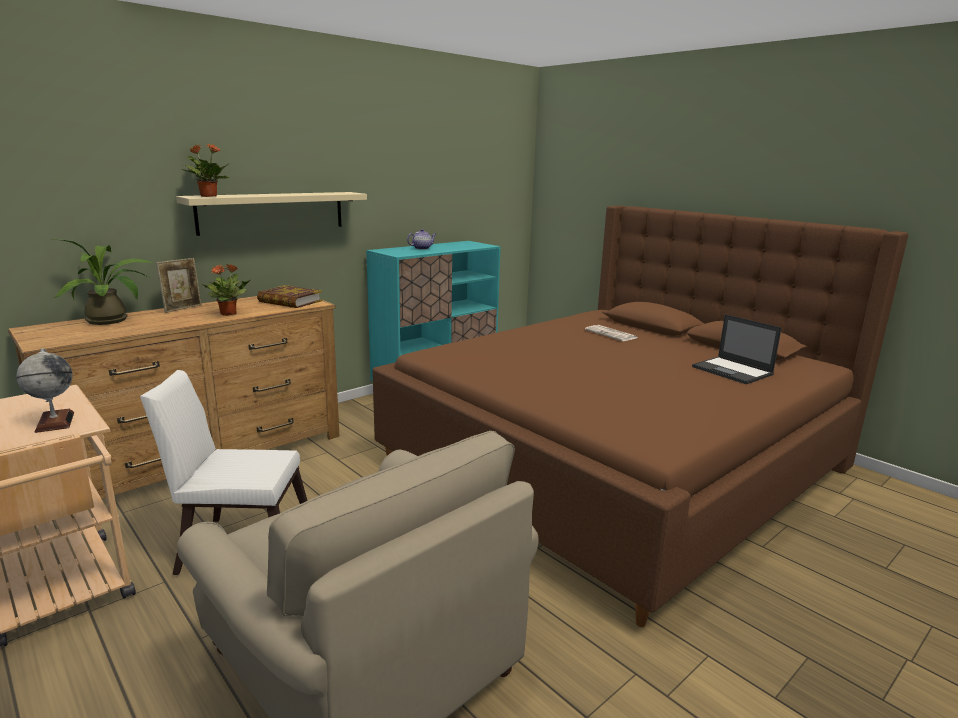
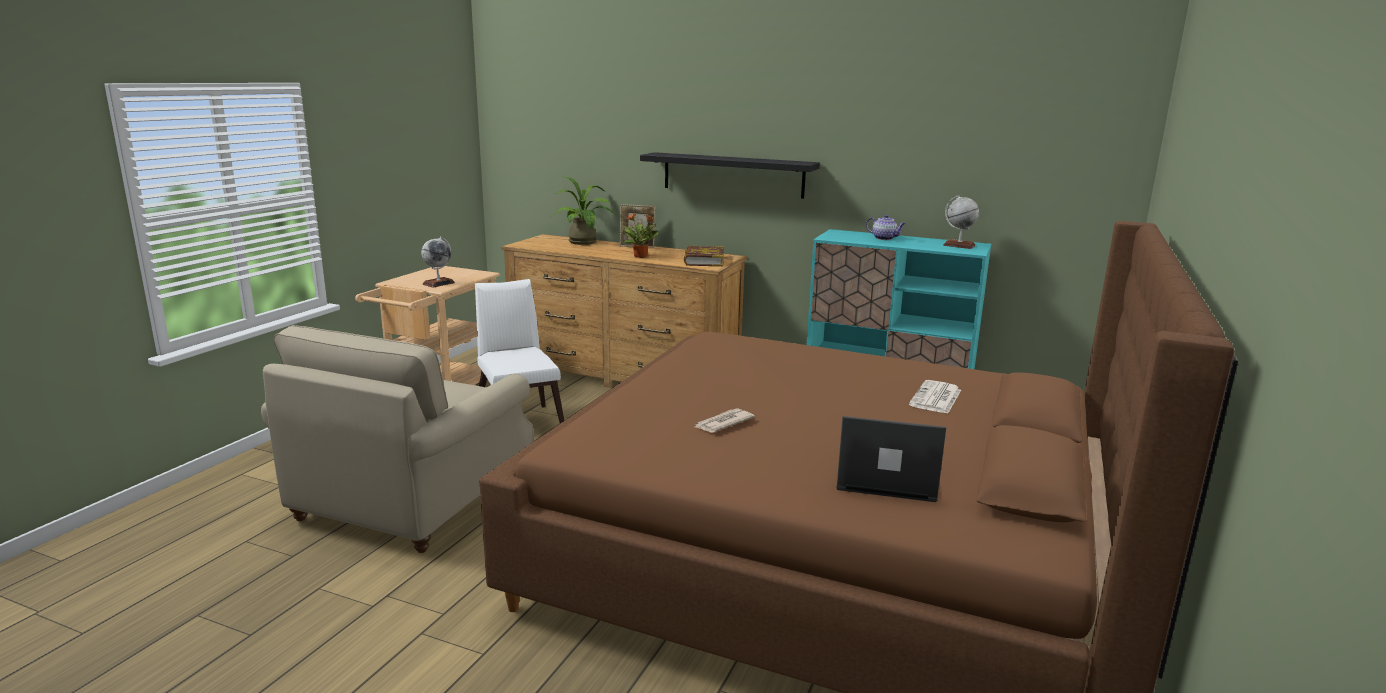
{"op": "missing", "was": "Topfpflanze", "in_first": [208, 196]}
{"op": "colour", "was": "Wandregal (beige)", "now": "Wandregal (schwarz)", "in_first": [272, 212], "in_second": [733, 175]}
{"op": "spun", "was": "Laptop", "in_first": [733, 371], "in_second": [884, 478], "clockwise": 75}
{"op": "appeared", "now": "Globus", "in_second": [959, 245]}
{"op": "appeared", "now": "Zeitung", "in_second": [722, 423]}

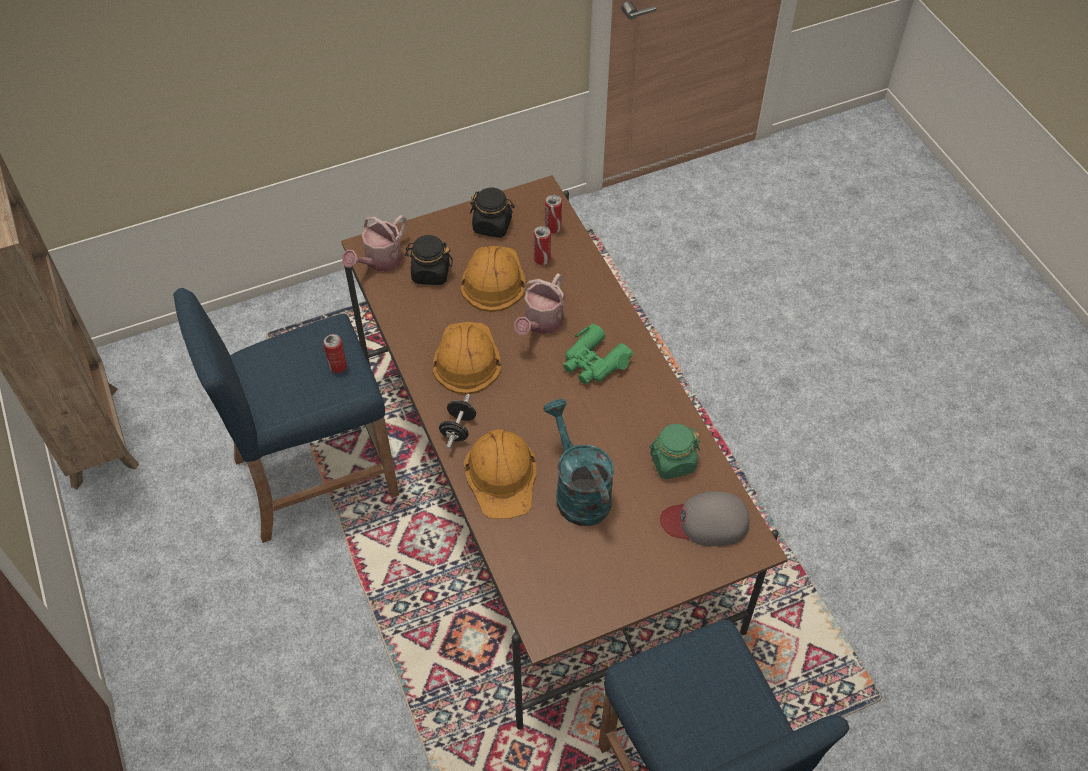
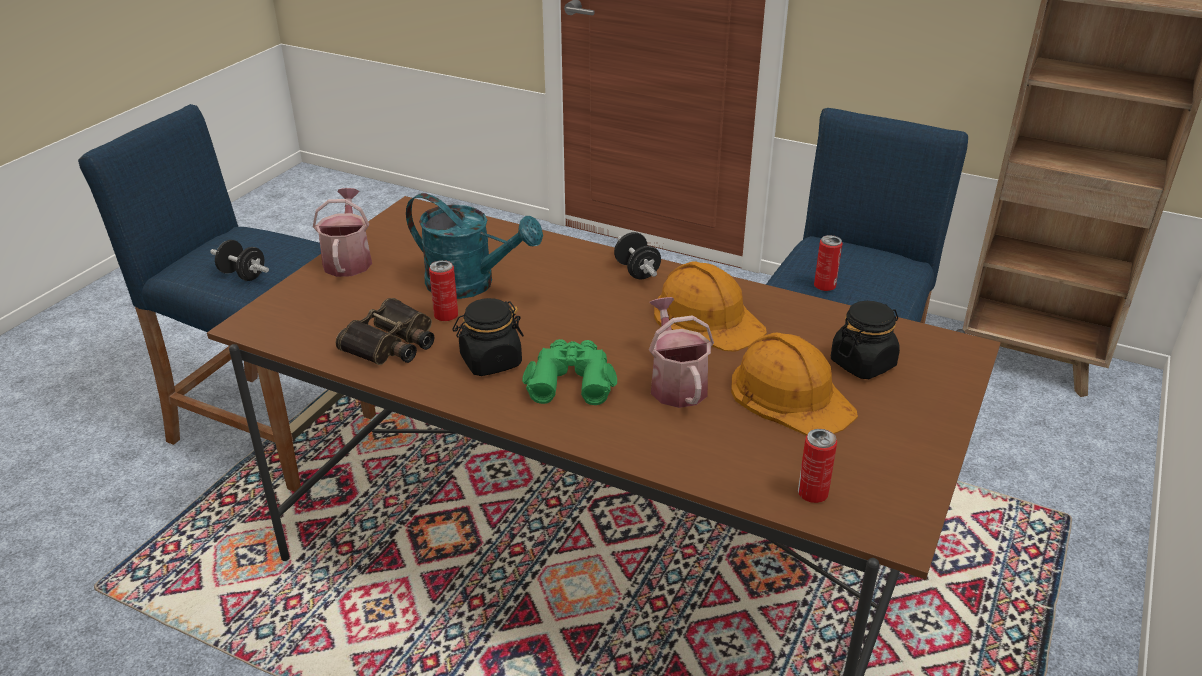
{"op": "relocated", "was": "Vorratsglas (schwarz)", "in_first": [492, 225], "in_second": [490, 361]}
{"op": "relocated", "was": "Gießkanne", "in_first": [380, 261], "in_second": [348, 260]}
{"op": "relocated", "was": "Dose", "in_first": [542, 259], "in_second": [446, 316]}
{"op": "exchanged", "was": "Vorratsglas (grün)", "now": "Fernglas", "in_first": [672, 462], "in_second": [392, 343]}
{"op": "missing", "was": "Schutzhelm (orange)", "in_first": [502, 475]}
{"op": "missing", "was": "Kappe (grau)", "in_first": [706, 522]}
{"op": "appeared", "now": "Hantel (schwarz)", "in_second": [243, 275]}

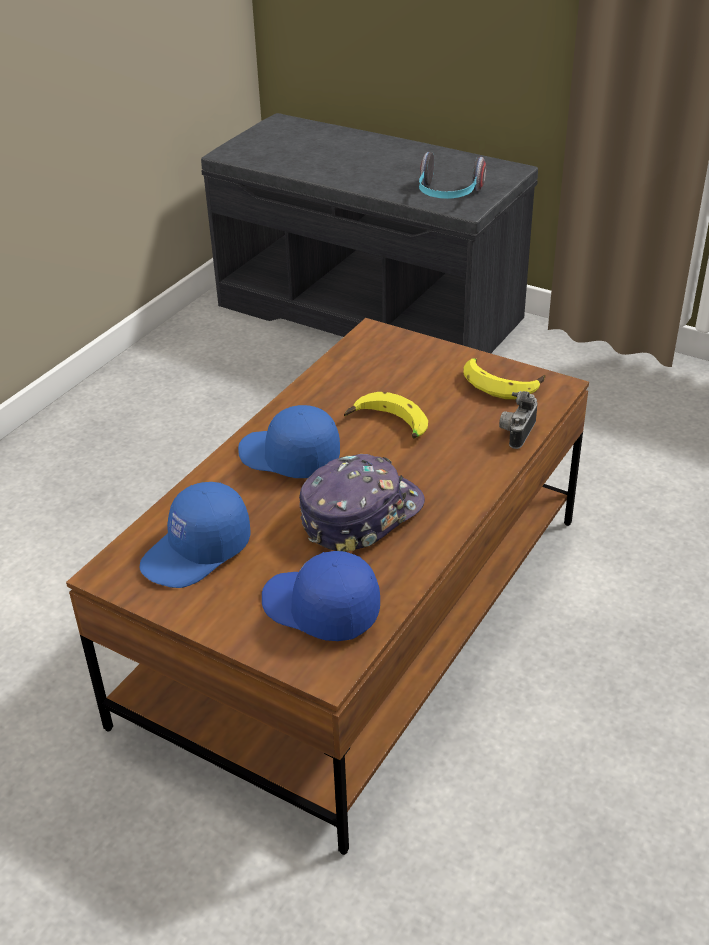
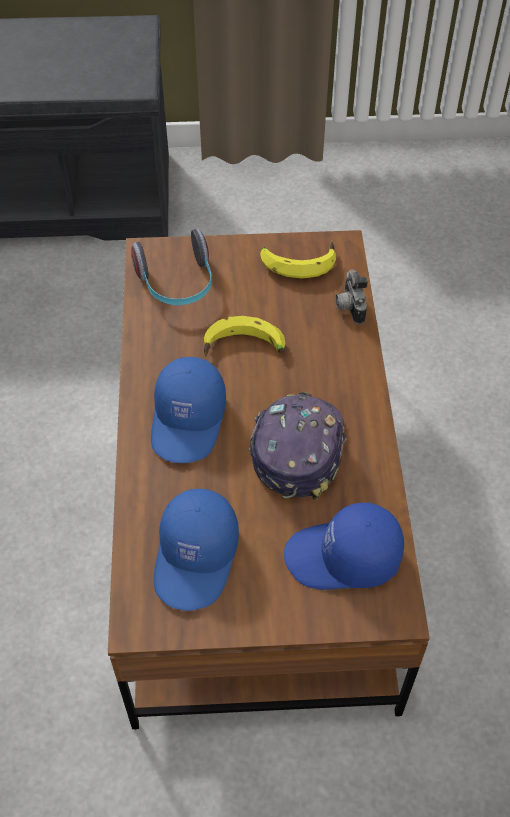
{"op": "relocated", "was": "Kopfhörer", "in_first": [448, 195], "in_second": [177, 284]}
{"op": "spun", "was": "Kappe (blau)", "in_first": [288, 458], "in_second": [189, 421], "clockwise": -75}

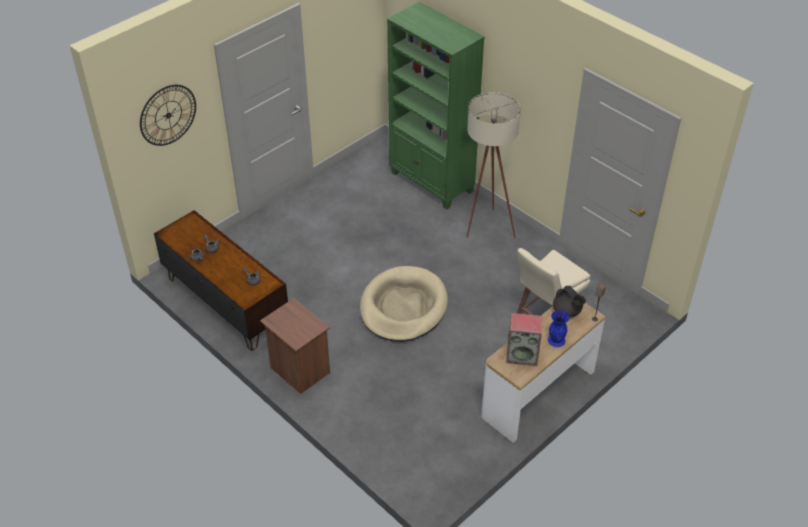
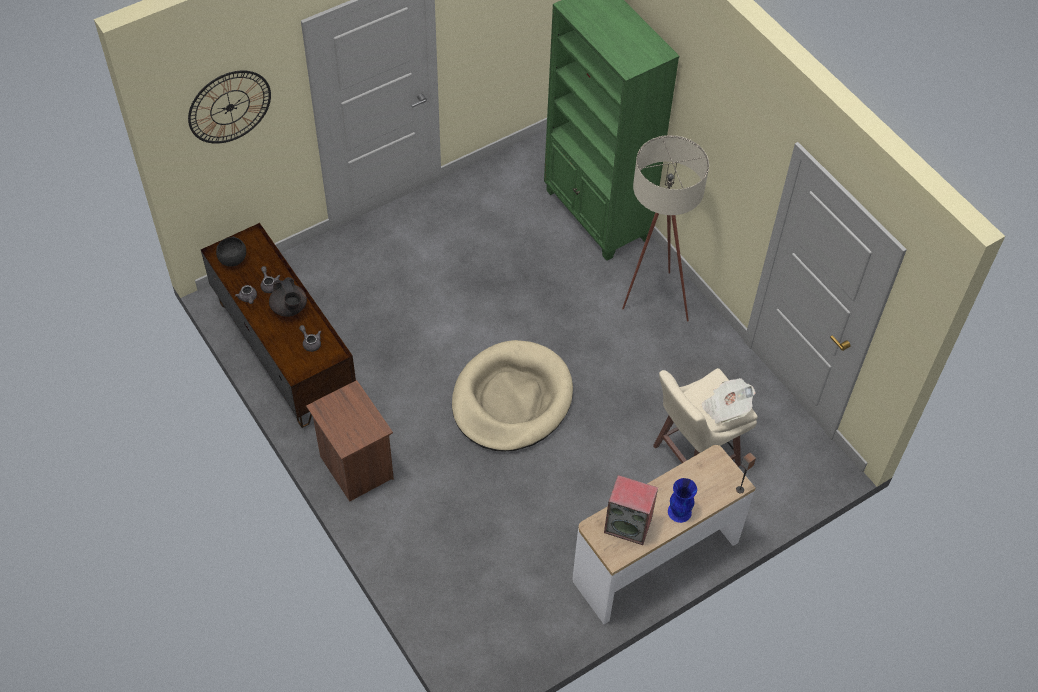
{"op": "relocated", "was": "Teekanne (schwarz)", "in_first": [567, 311], "in_second": [289, 308]}
{"op": "appeared", "now": "Schüssel (schwarz)", "in_second": [233, 260]}
{"op": "appeared", "now": "Zeitung", "in_second": [726, 408]}

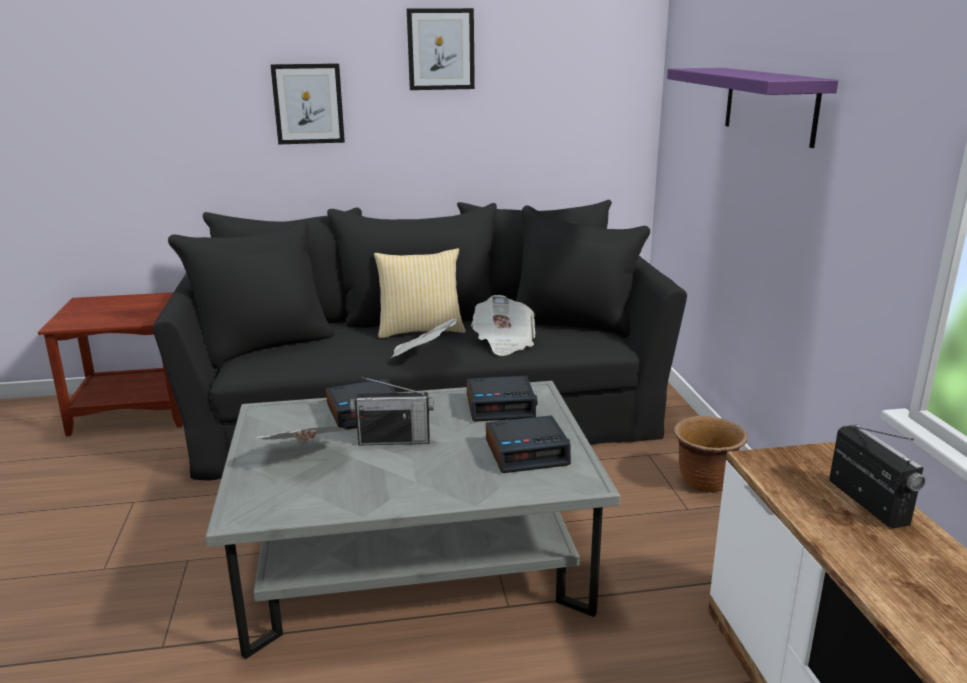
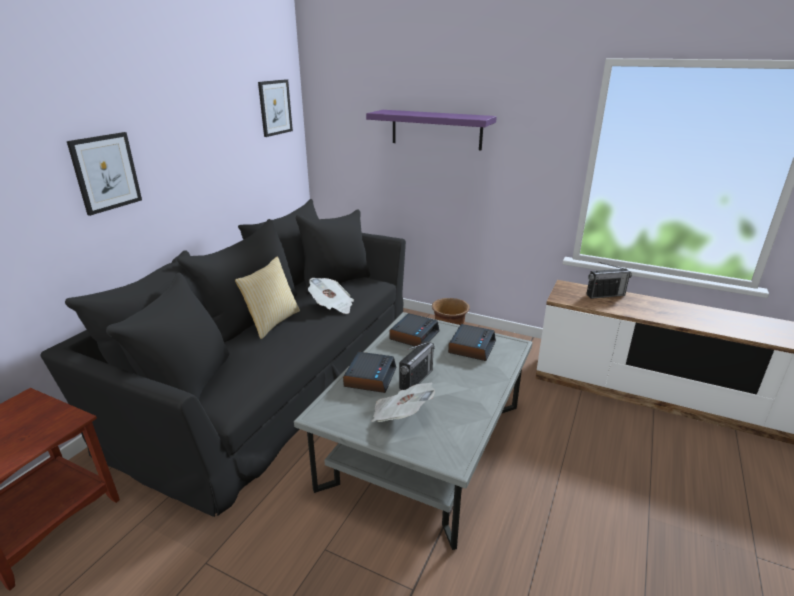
{"op": "relocated", "was": "Bild", "in_first": [441, 49], "in_second": [275, 107]}
{"op": "missing", "was": "Zeitung", "in_first": [422, 355]}
{"op": "spun", "was": "Radio", "in_first": [867, 502], "in_second": [605, 295], "clockwise": 150}

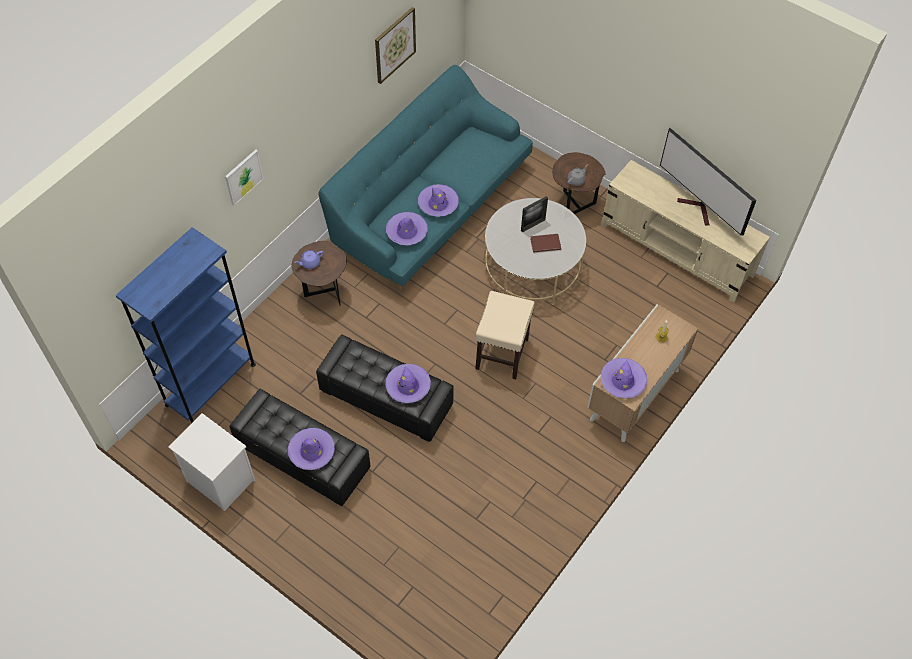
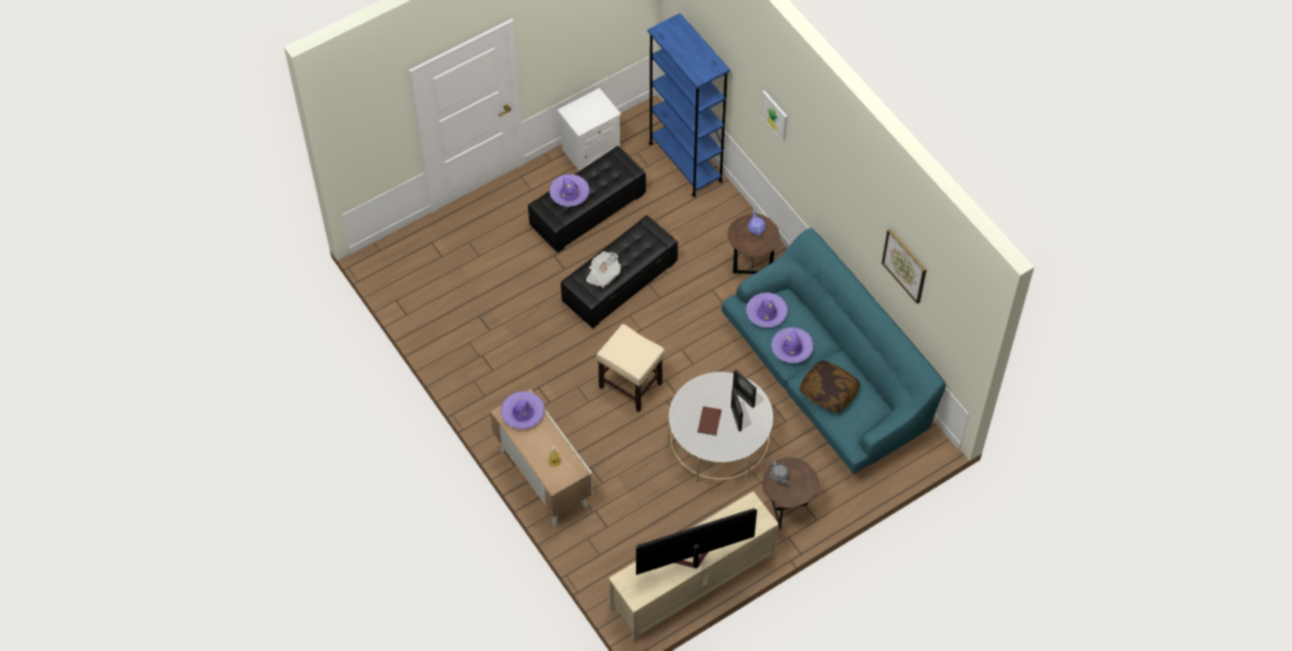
{"op": "exchanged", "was": "Hut (lila)", "now": "Zeitung", "in_first": [408, 386], "in_second": [603, 275]}
{"op": "appeared", "now": "Kissen", "in_second": [829, 391]}
{"op": "appeared", "now": "Bilderrahmen", "in_second": [743, 398]}

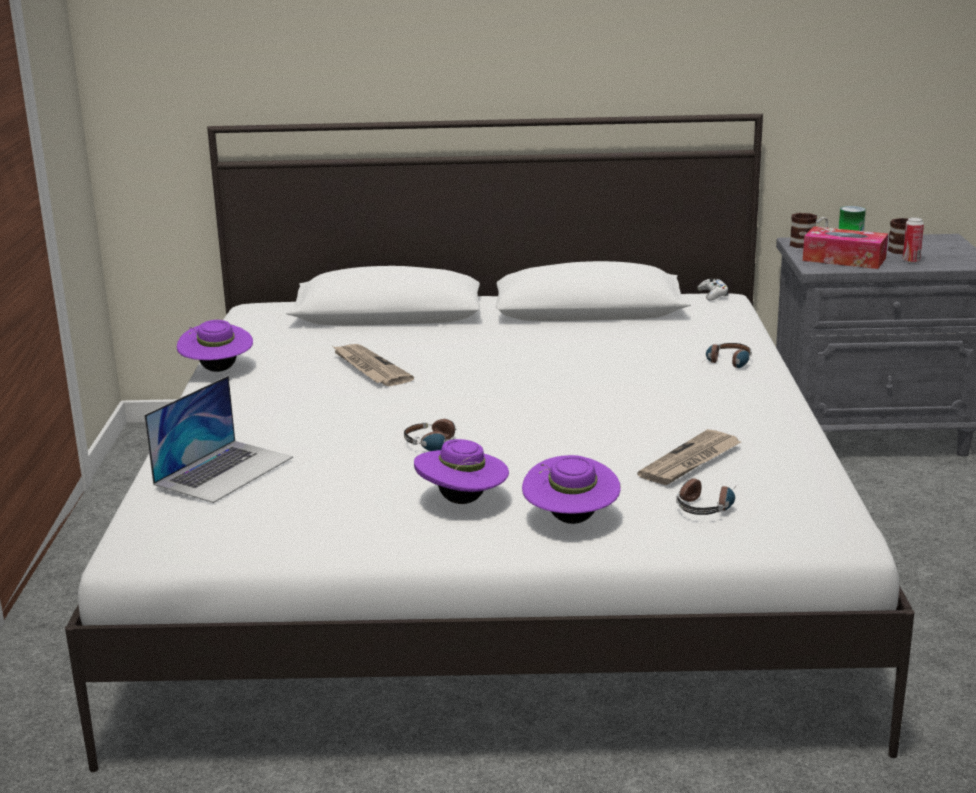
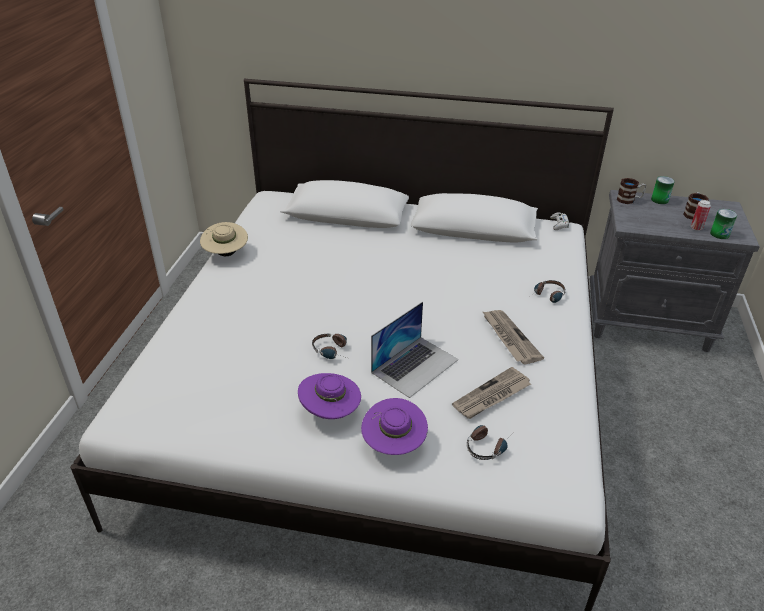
{"op": "missing", "was": "Taschentuchbox", "in_first": [844, 259]}
{"op": "colour", "was": "Hut (lila)", "now": "Hut (beige)", "in_first": [217, 370], "in_second": [226, 254]}
{"op": "relocated", "was": "Zeitung", "in_first": [369, 368], "in_second": [509, 338]}
{"op": "relocated", "was": "Laptop", "in_first": [224, 470], "in_second": [415, 365]}
{"op": "appeared", "now": "Dose", "in_second": [719, 234]}

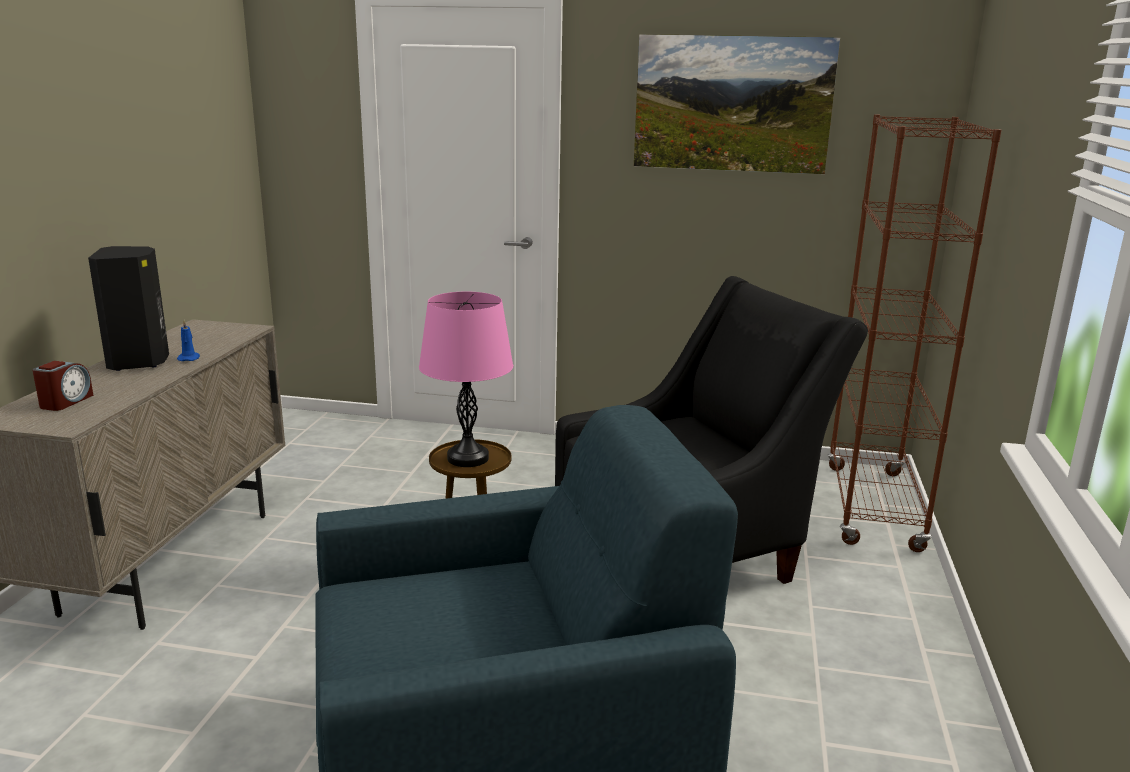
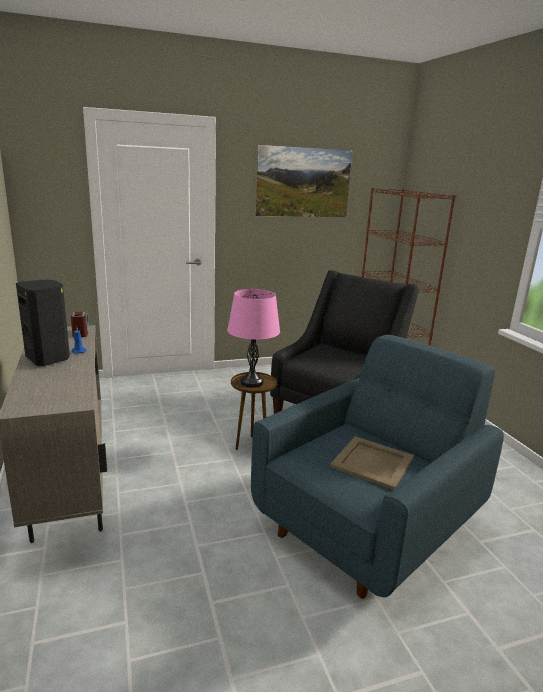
{"op": "relocated", "was": "Wecker", "in_first": [66, 402], "in_second": [81, 333]}
{"op": "appeared", "now": "Tablett (beige)", "in_second": [372, 461]}

